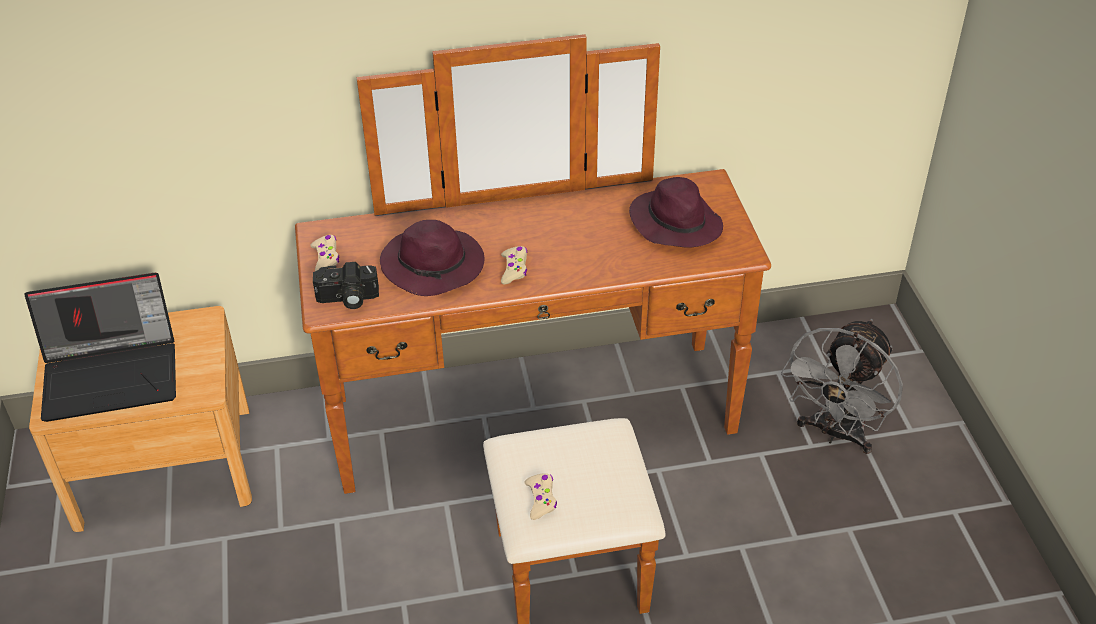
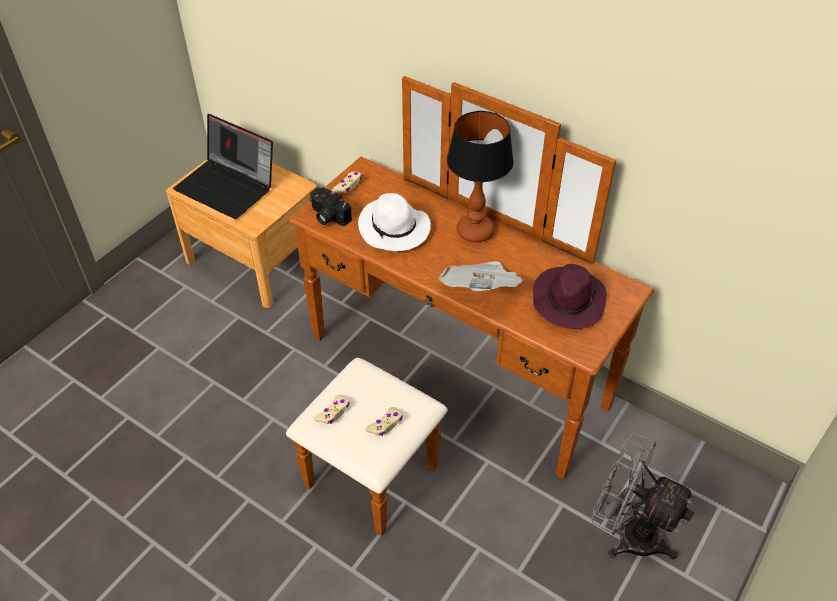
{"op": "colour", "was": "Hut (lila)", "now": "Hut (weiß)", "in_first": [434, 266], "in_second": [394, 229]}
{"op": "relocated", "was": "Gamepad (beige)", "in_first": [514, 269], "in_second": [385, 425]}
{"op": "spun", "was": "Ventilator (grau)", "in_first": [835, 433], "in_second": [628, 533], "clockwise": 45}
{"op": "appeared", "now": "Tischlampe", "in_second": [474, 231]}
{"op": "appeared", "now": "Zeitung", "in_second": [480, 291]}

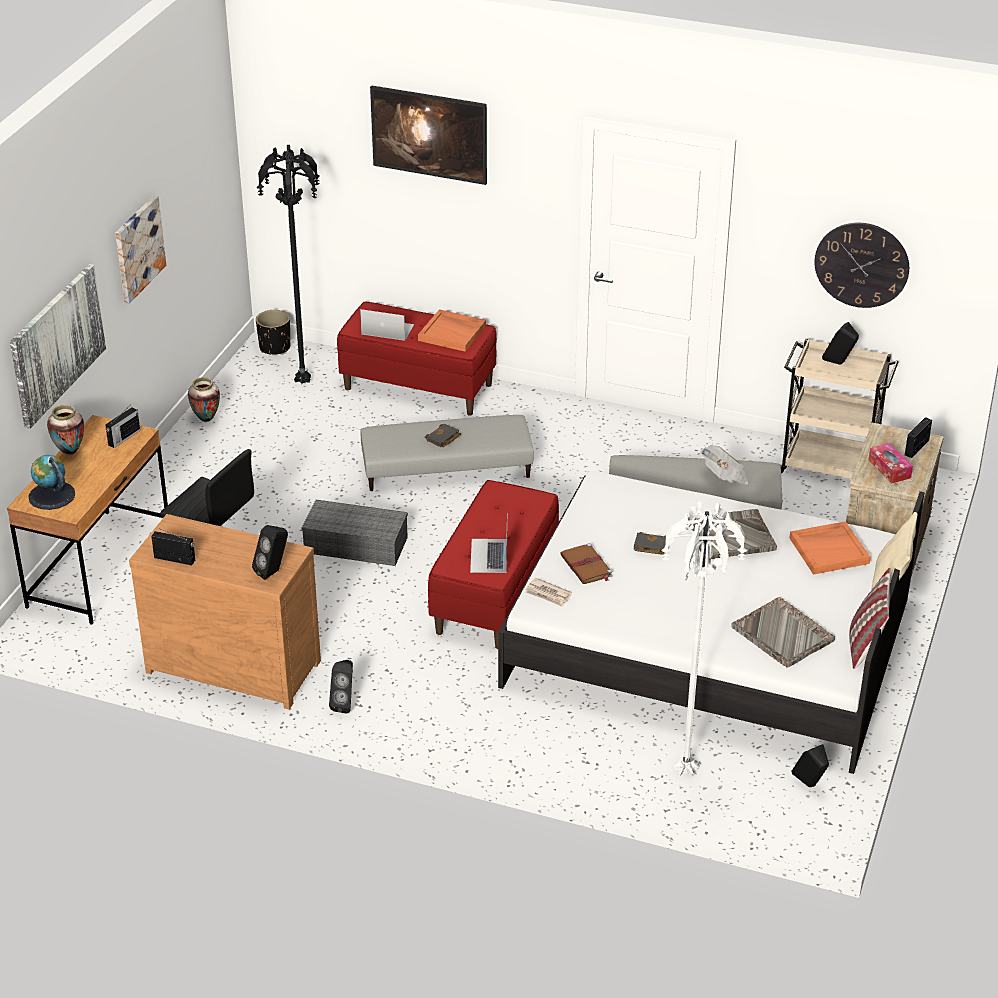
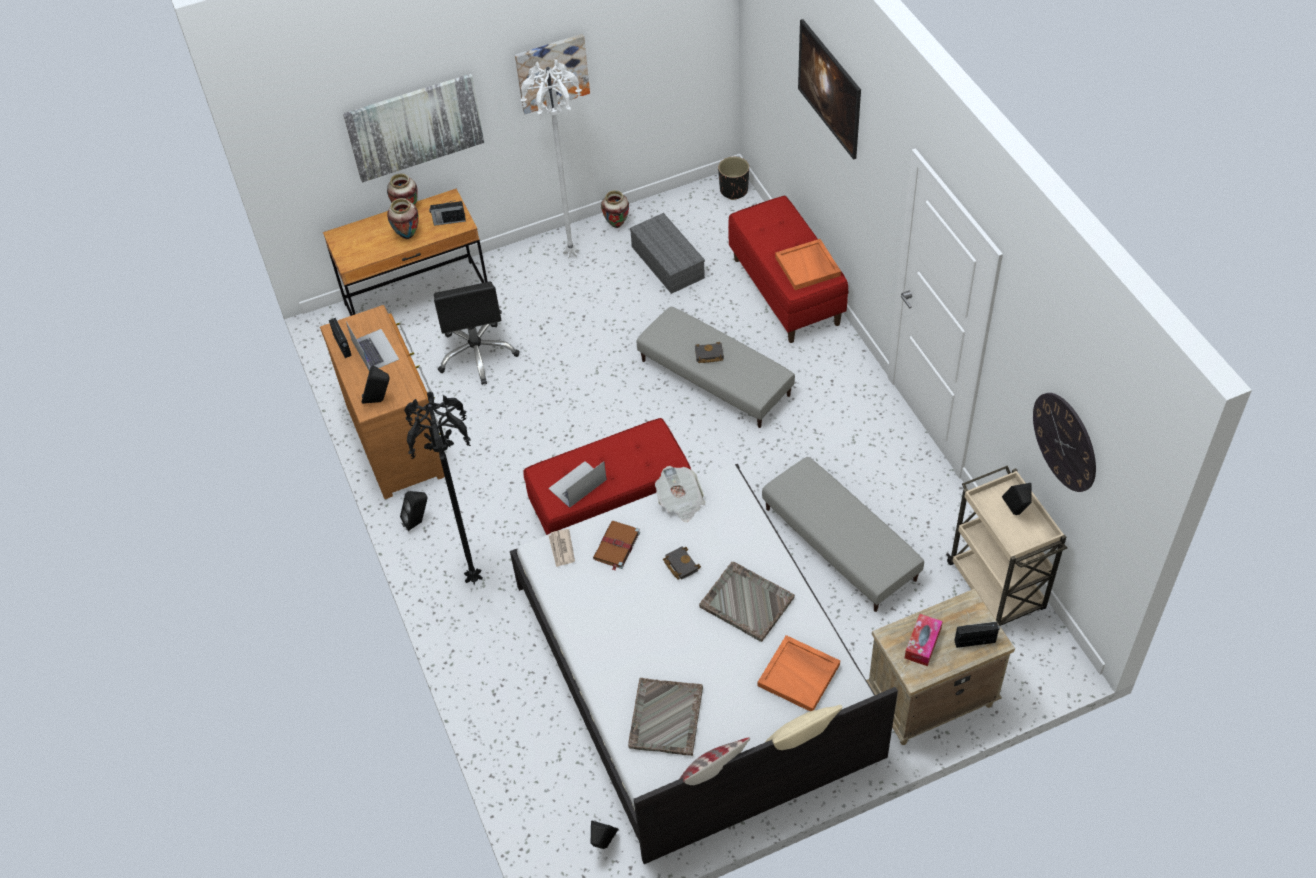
{"op": "relocated", "was": "Stehlampe (schwarz)", "in_first": [303, 381], "in_second": [475, 578]}
{"op": "relocated", "was": "Laptop", "in_first": [387, 329], "in_second": [375, 350]}
{"op": "relocated", "was": "Zeitung", "in_first": [724, 476], "in_second": [680, 501]}
{"op": "missing", "was": "Globus", "in_first": [51, 495]}
{"op": "relocated", "was": "Aufbewahrungsbox (grau)", "in_first": [354, 545], "in_second": [666, 262]}
{"op": "relocated", "was": "Stehlampe (weiß)", "in_first": [687, 772], "in_second": [572, 256]}
{"op": "appeared", "now": "Vase", "in_second": [407, 235]}

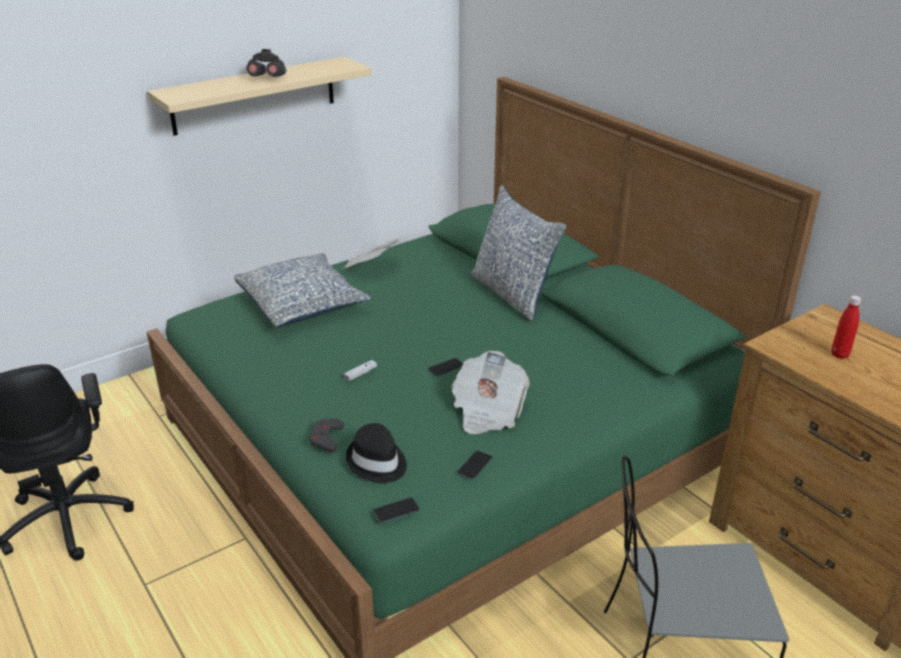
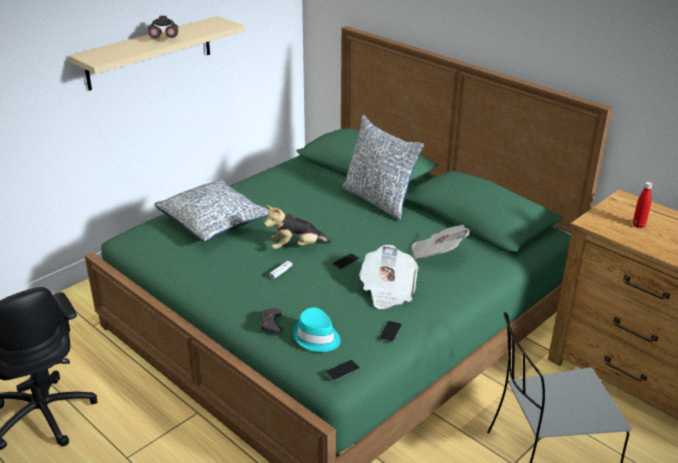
{"op": "relocated", "was": "Zeitung", "in_first": [371, 268], "in_second": [437, 255]}
{"op": "colour", "was": "Hut (schwarz)", "now": "Hut (türkis)", "in_first": [377, 462], "in_second": [316, 337]}
{"op": "appeared", "now": "Plüschtier", "in_second": [296, 247]}

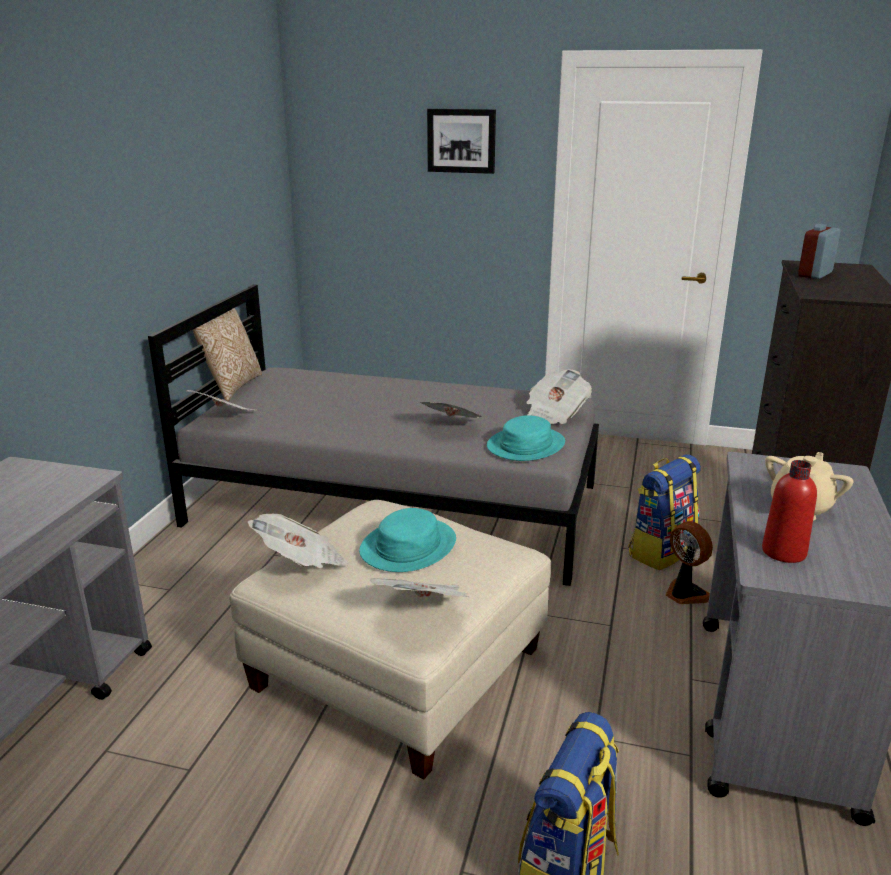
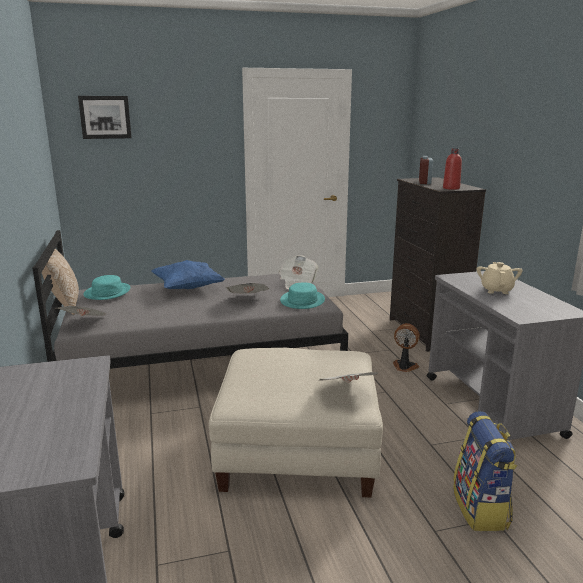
{"op": "relocated", "was": "Bild", "in_first": [461, 141], "in_second": [105, 117]}
{"op": "missing", "was": "Rucksack", "in_first": [661, 551]}
{"op": "relocated", "was": "Flasche (rot)", "in_first": [783, 552], "in_second": [451, 188]}
{"op": "relocated", "was": "Hut (türkis)", "in_first": [408, 546], "in_second": [107, 292]}
{"op": "missing", "was": "Zeitung", "in_first": [301, 563]}
{"op": "appeared", "now": "Kissen (blau)", "in_second": [188, 288]}

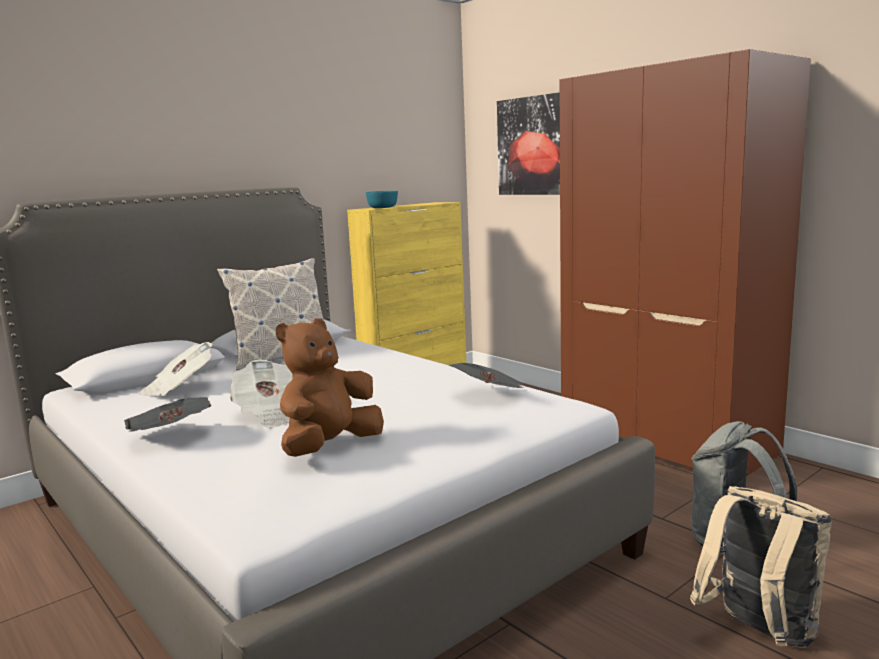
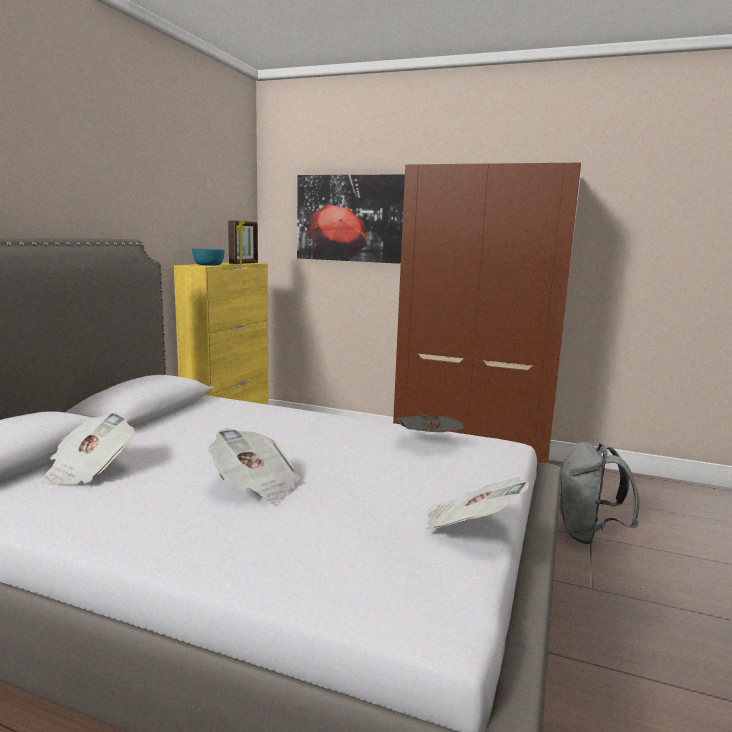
{"op": "missing", "was": "Kissen", "in_first": [281, 358]}
{"op": "missing", "was": "Plüschtier (braun)", "in_first": [329, 447]}
{"op": "relocated", "was": "Zeitung", "in_first": [171, 437], "in_second": [470, 527]}
{"op": "missing", "was": "Rucksack (beige)", "in_first": [759, 634]}
{"op": "appeared", "now": "Bilderrahmen", "in_second": [244, 263]}

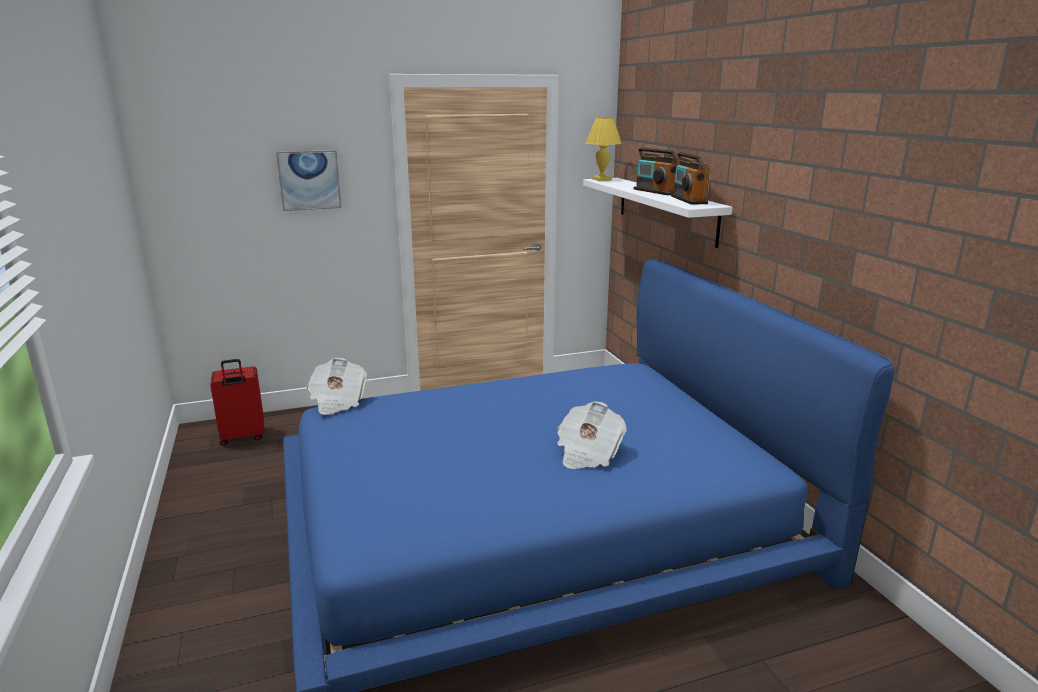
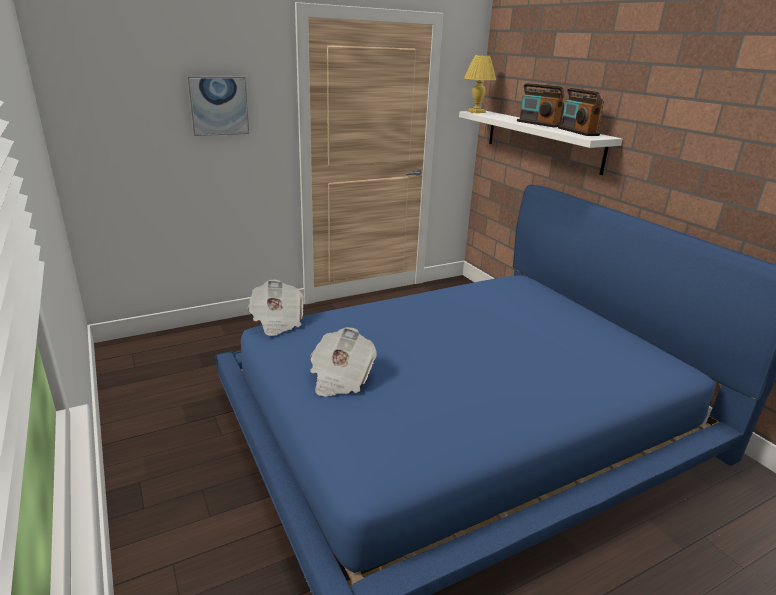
{"op": "missing", "was": "Koffer (rot)", "in_first": [242, 437]}
{"op": "relocated", "was": "Zeitung", "in_first": [588, 453], "in_second": [340, 378]}

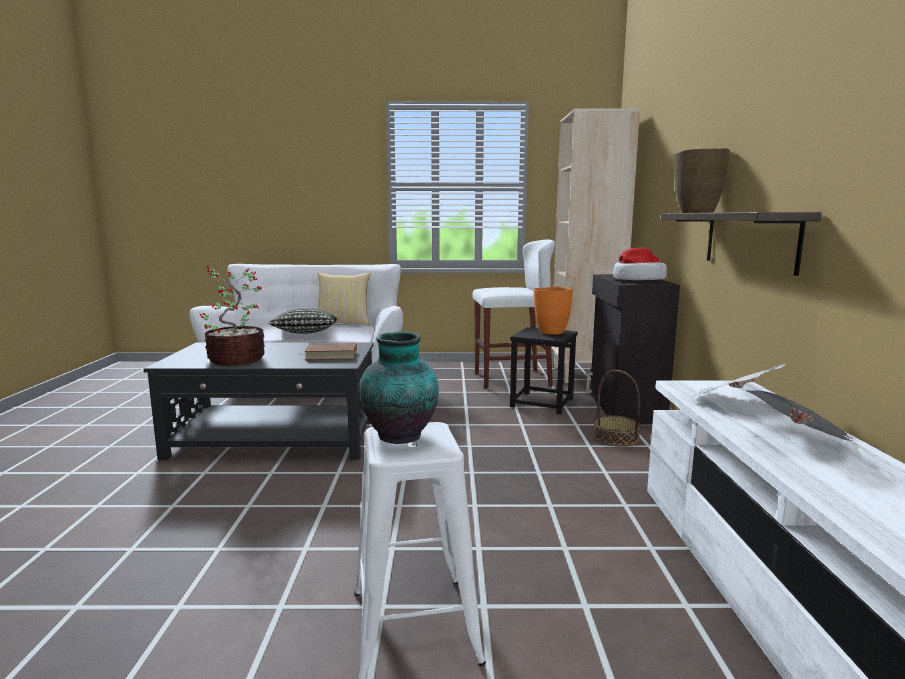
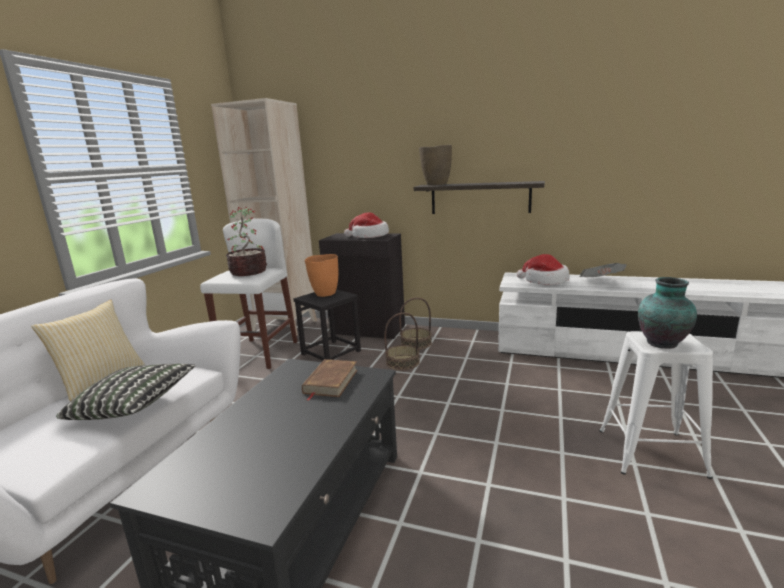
{"op": "relocated", "was": "Topfpflanze", "in_first": [235, 360], "in_second": [249, 272]}
{"op": "exchanged", "was": "Zeitung", "now": "Hut", "in_first": [732, 402], "in_second": [544, 281]}
{"op": "appeared", "now": "Korb", "in_second": [402, 362]}

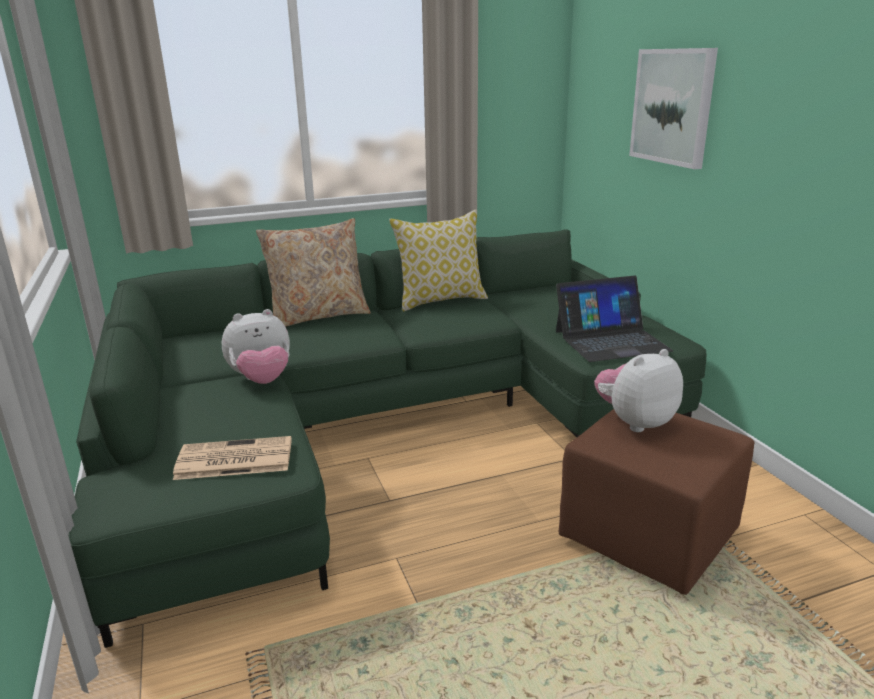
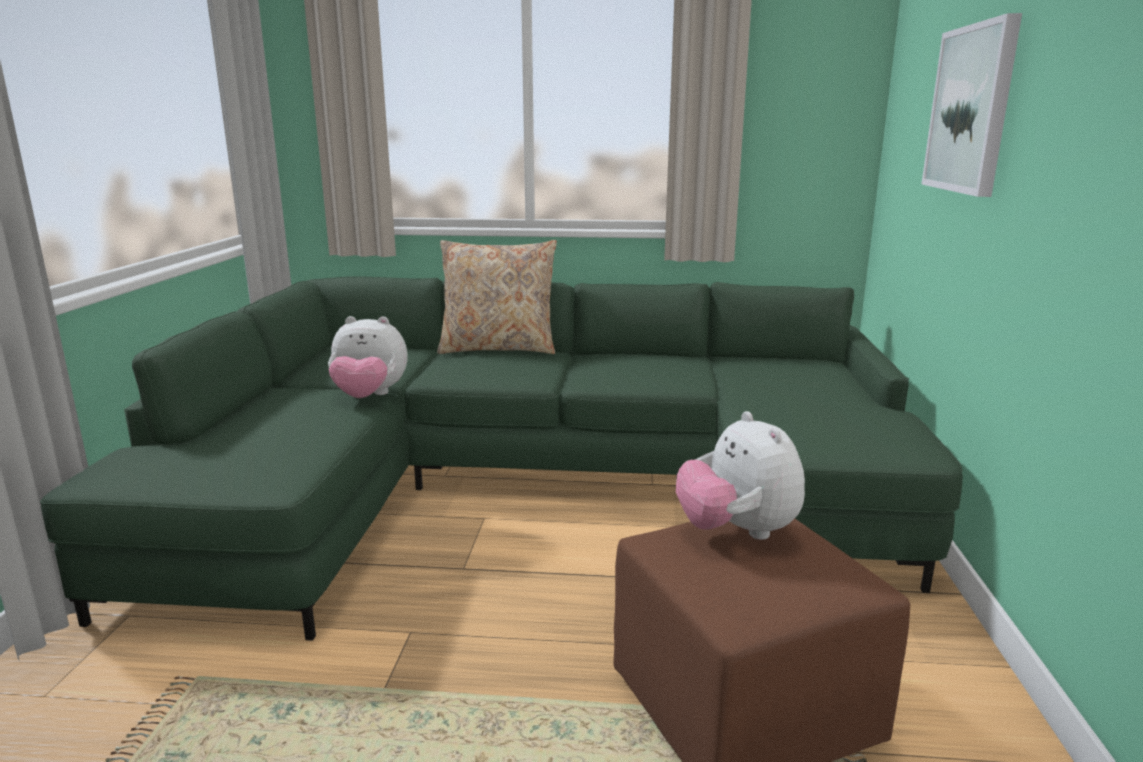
{"op": "missing", "was": "Kissen", "in_first": [441, 300]}
{"op": "missing", "was": "Laptop", "in_first": [611, 341]}
{"op": "spun", "was": "Plüschtier", "in_first": [635, 422], "in_second": [737, 531], "clockwise": -105}
{"op": "missing", "was": "Zeitung", "in_first": [233, 460]}

